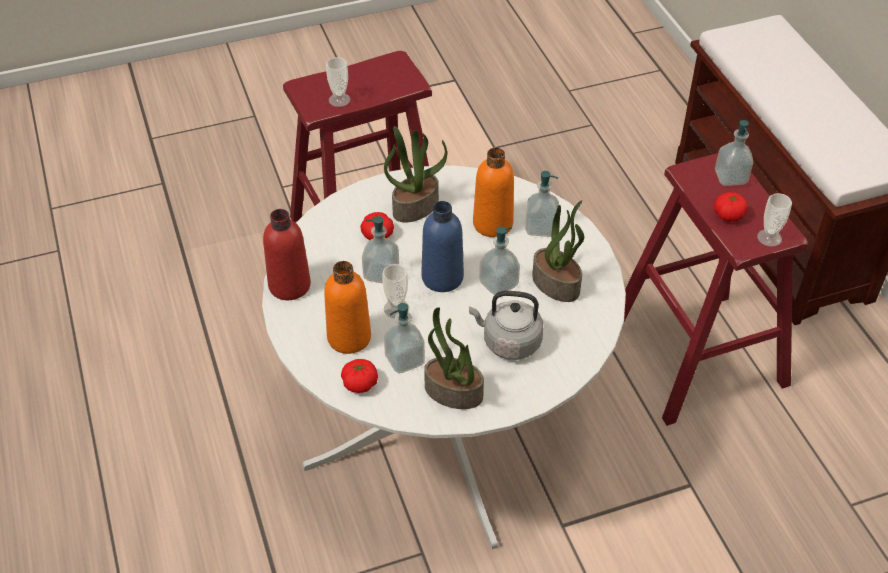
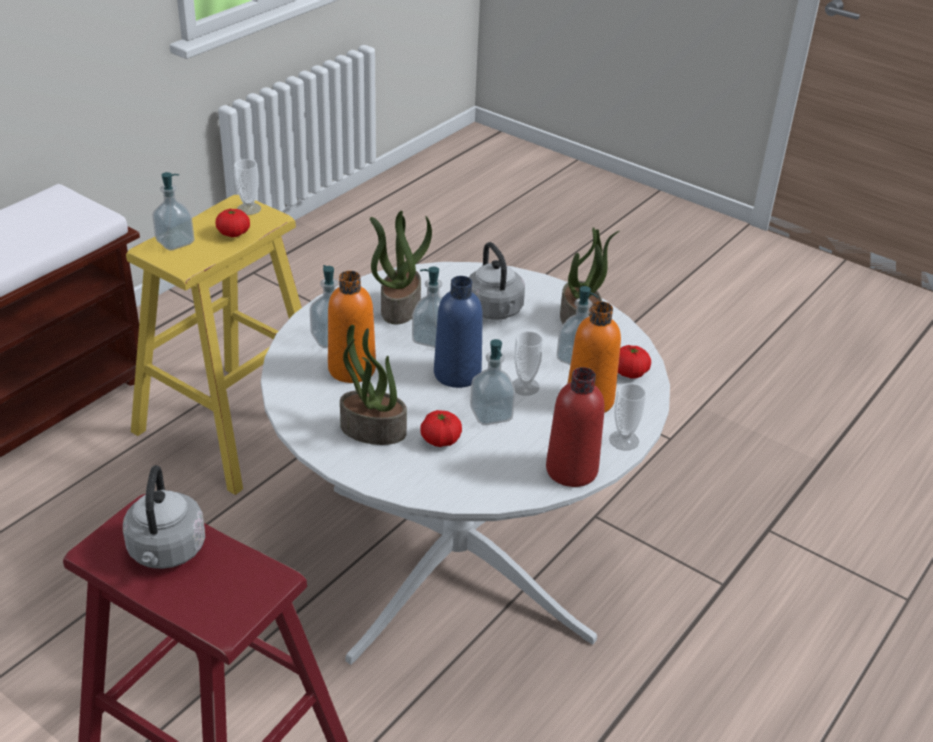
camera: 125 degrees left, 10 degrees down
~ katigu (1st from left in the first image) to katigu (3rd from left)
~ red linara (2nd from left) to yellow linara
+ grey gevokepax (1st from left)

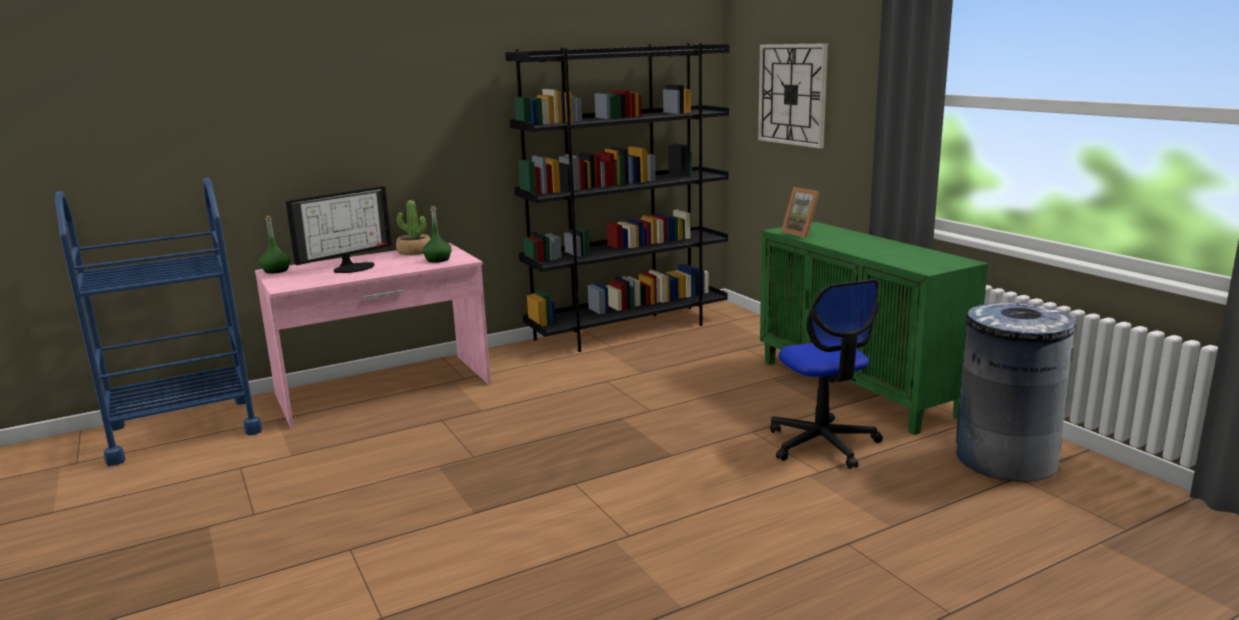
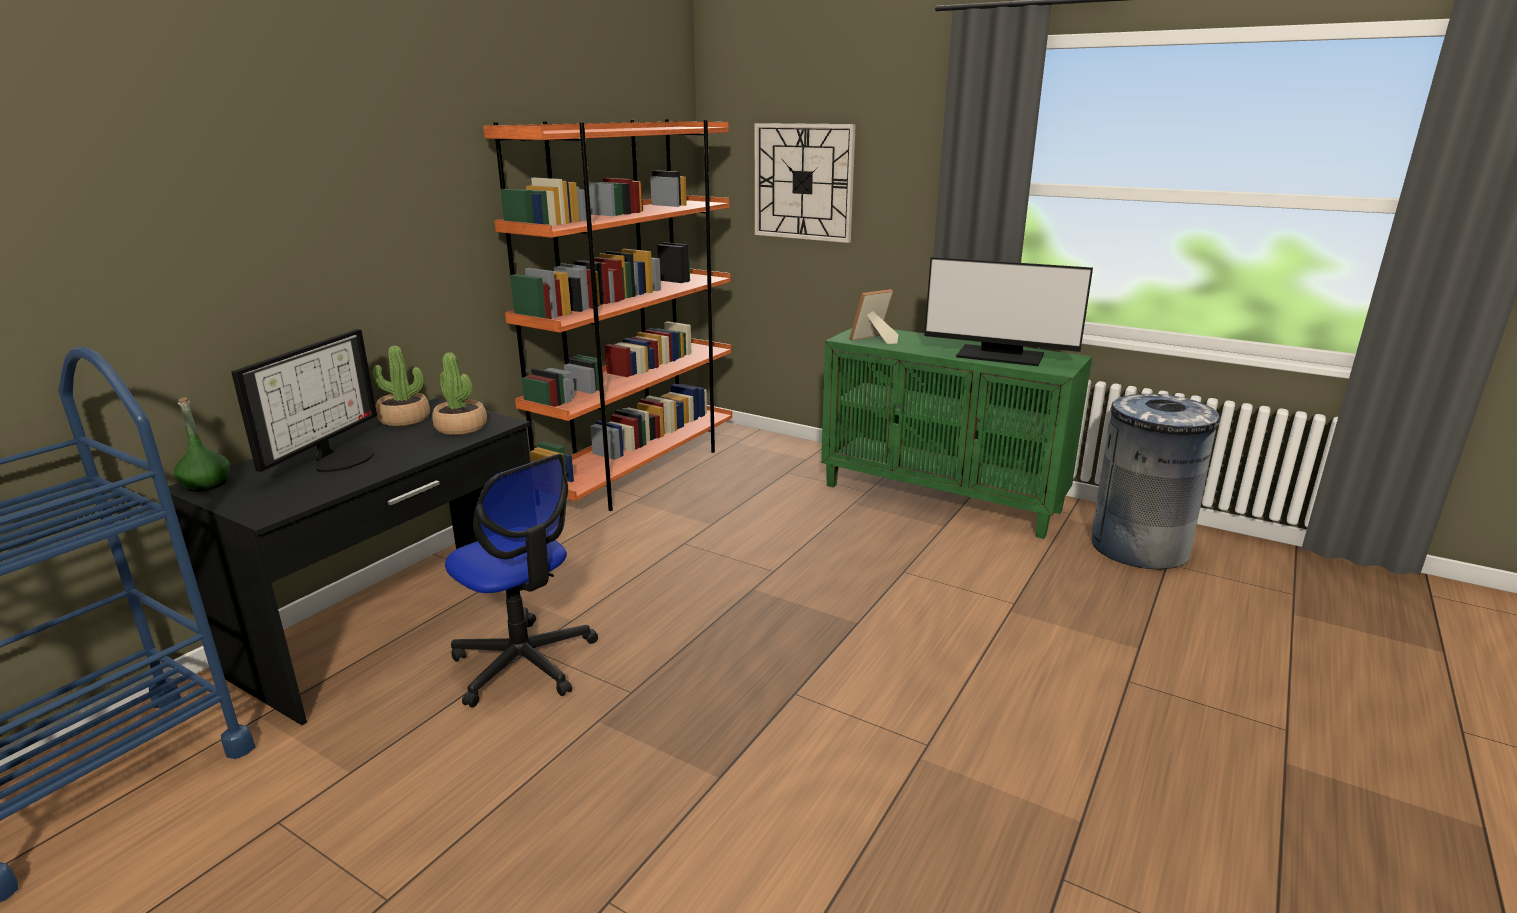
camera: 30 degrees left, 5 degrees up
~ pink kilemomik to black kilemomik
~ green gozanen (2nd from left) to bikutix (2nd from left)
~ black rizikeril to orange rizikeril
~ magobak
~ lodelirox 120 degrees clockwise
+ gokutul (2nd from left)

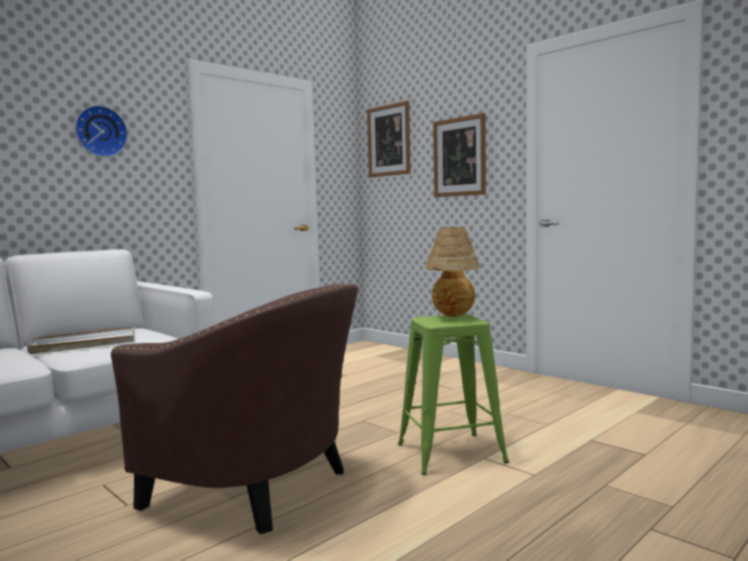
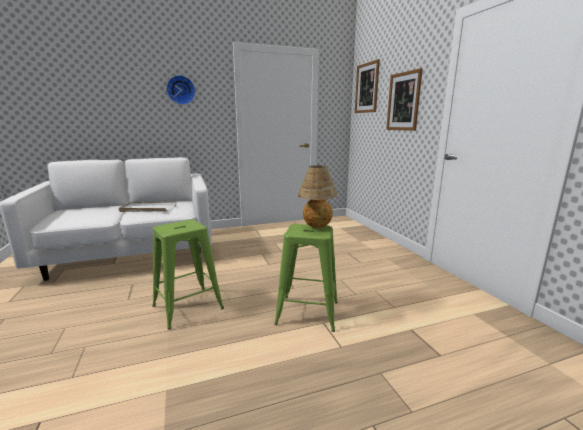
camera: 25 degrees right, 10 degrees up
~ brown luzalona to green linara (1st from left)

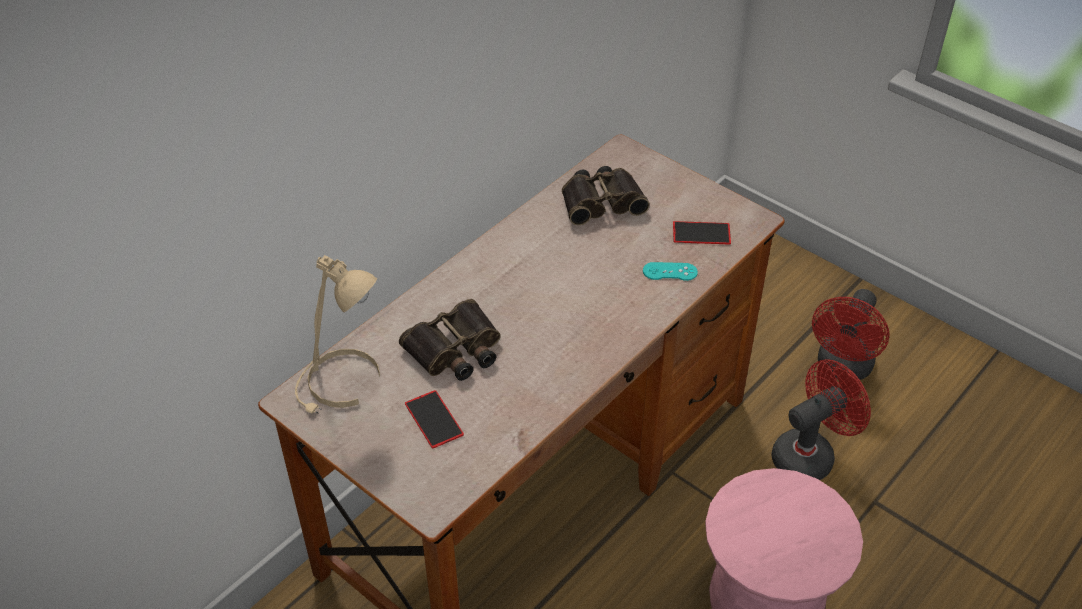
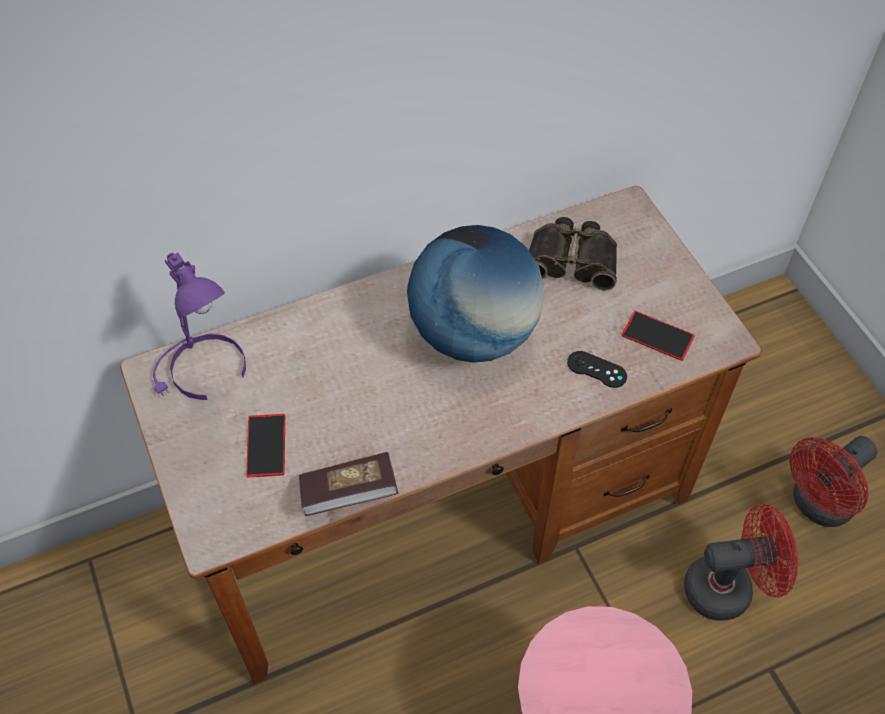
camera: 25 degrees right, 10 degrees up
~ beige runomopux to purple runomopux
- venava (1st from left)
~ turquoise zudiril to black zudiril
+ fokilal
+ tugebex

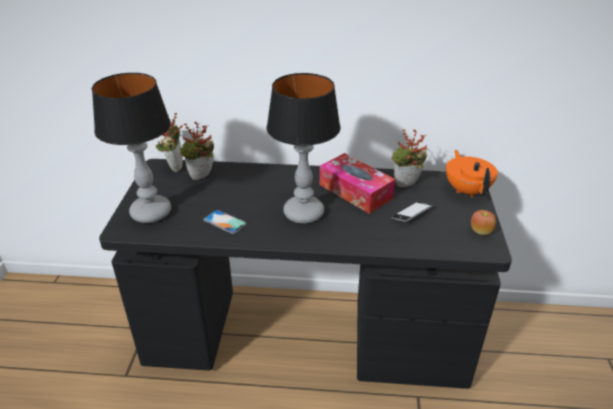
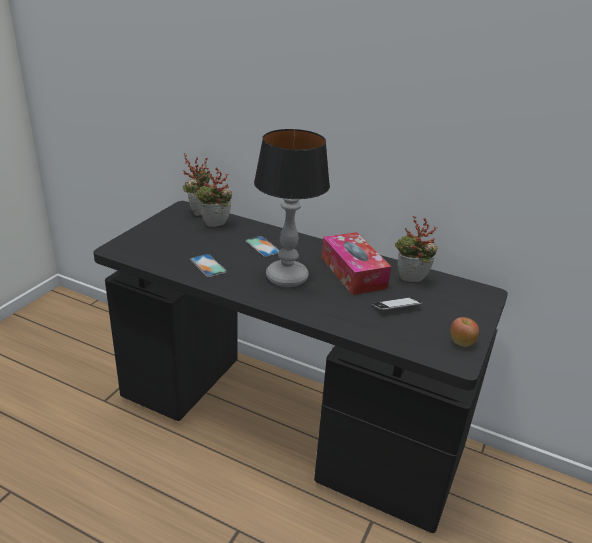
camera: 20 degrees right, 5 degrees down
- runomopux (1st from left)
- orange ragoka
+ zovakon (2nd from left)

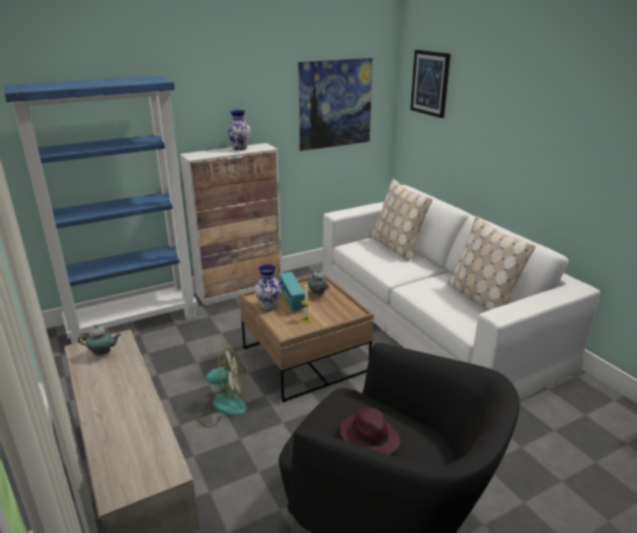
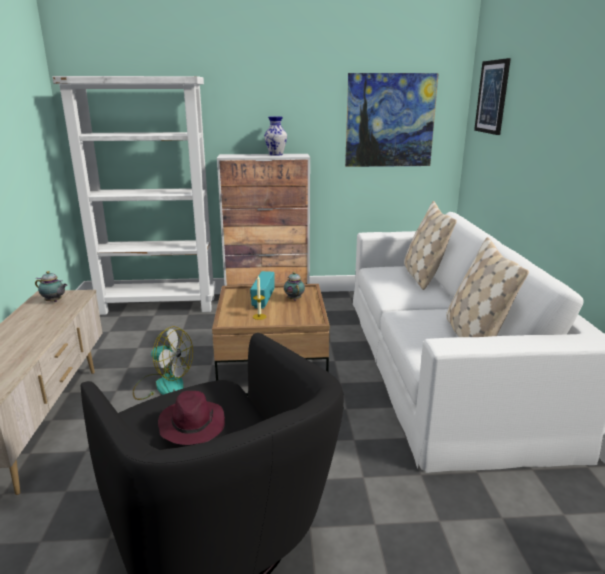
camera: 25 degrees right, 5 degrees down
~ blue rizikeril to white rizikeril
- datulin (2nd from left)

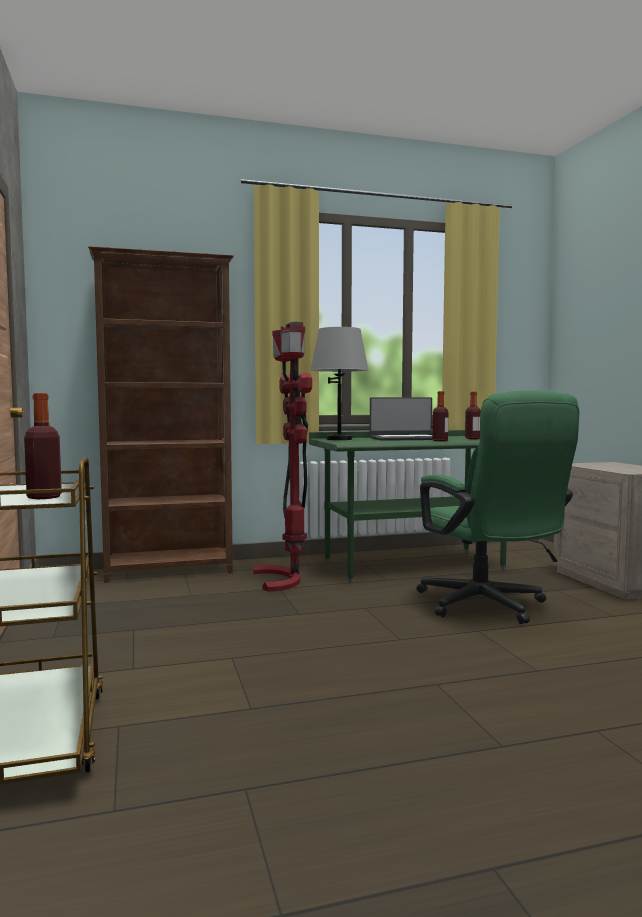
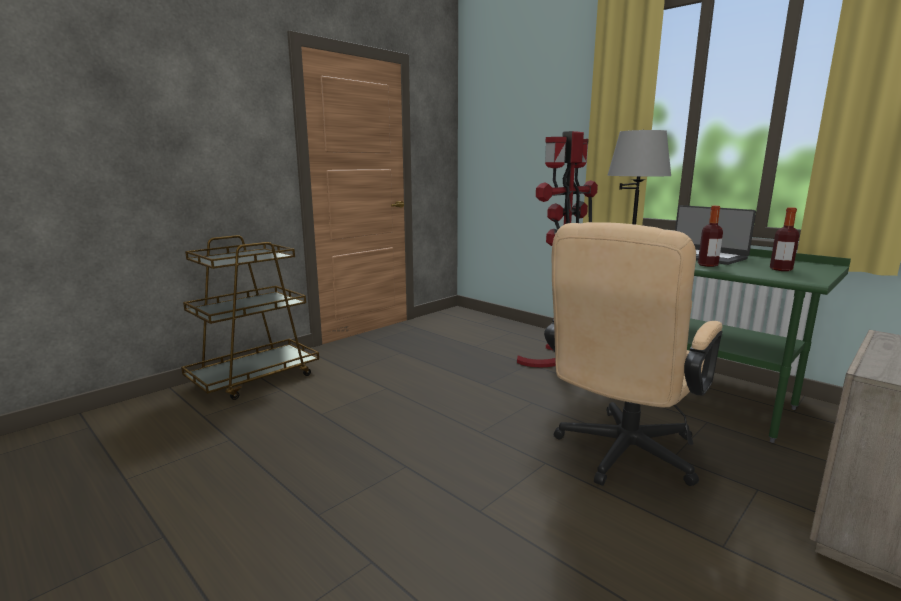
camera: 60 degrees right, 10 degrees up
- gozanen (1st from left)
- brown rizikeril
~ green magobak to beige magobak

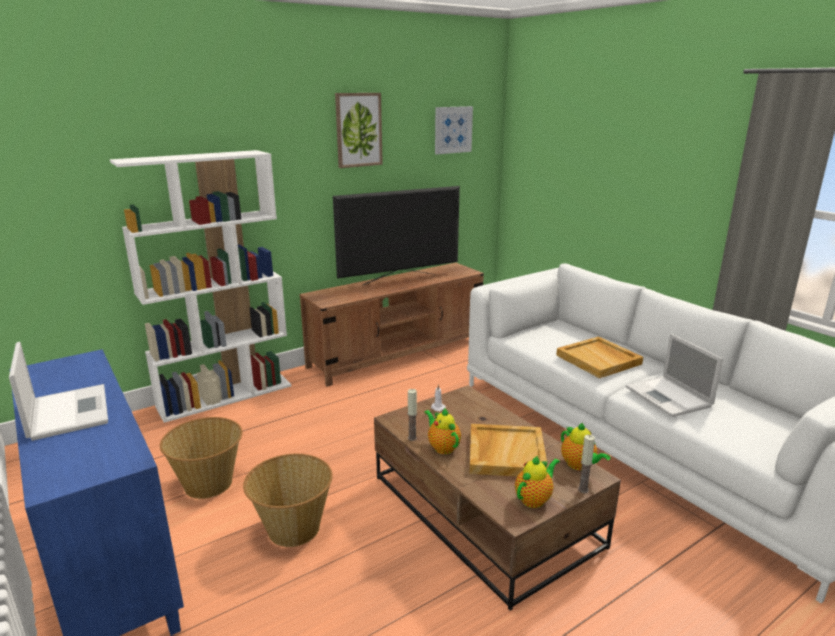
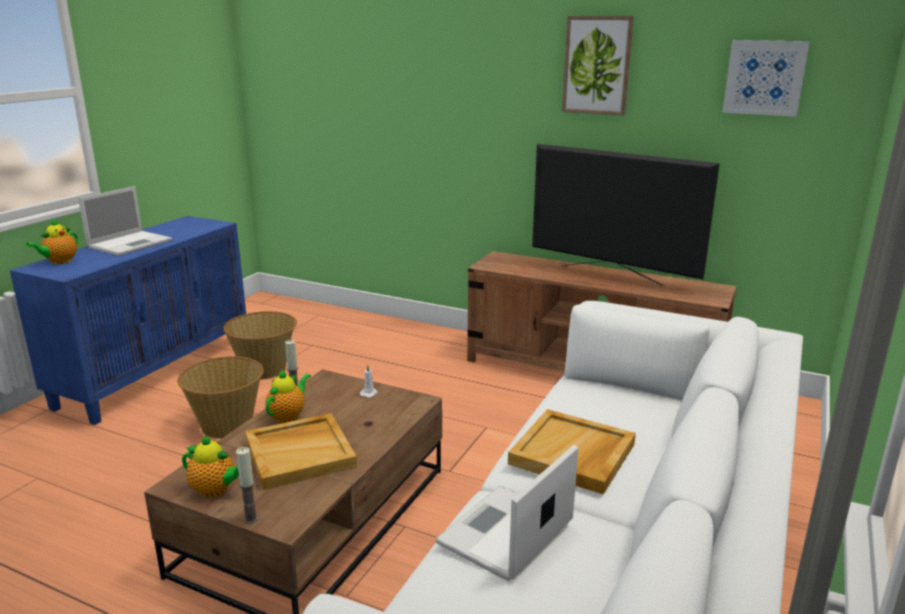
camera: 60 degrees right, 0 degrees up
- white rizikeril
~ ragoka (3rd from left in the first image) to ragoka (1st from left)

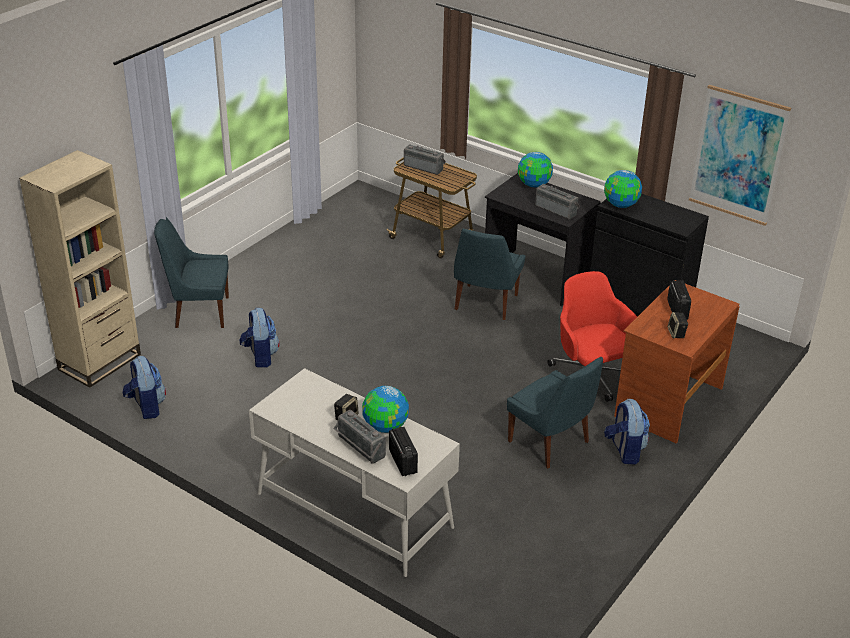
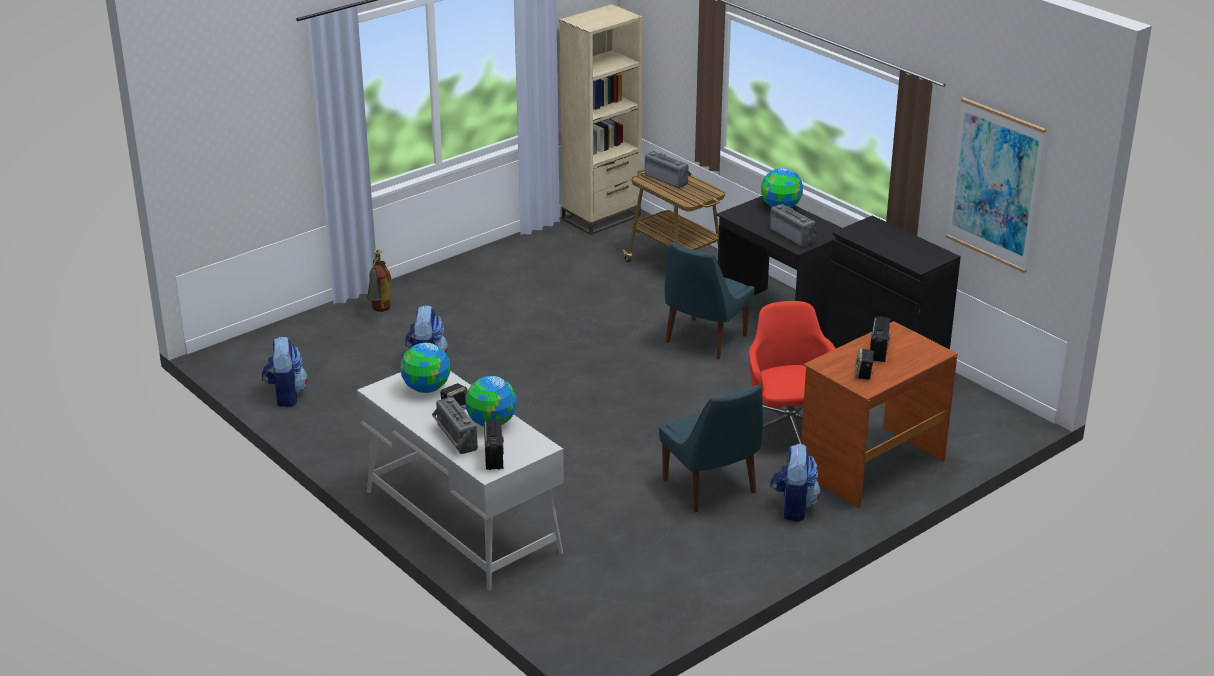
camera: 15 degrees right, 5 degrees down
~ beige rizikeril
~ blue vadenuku (1st from left) to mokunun
~ tugebex (3rd from left in the first image) to tugebex (1st from left)

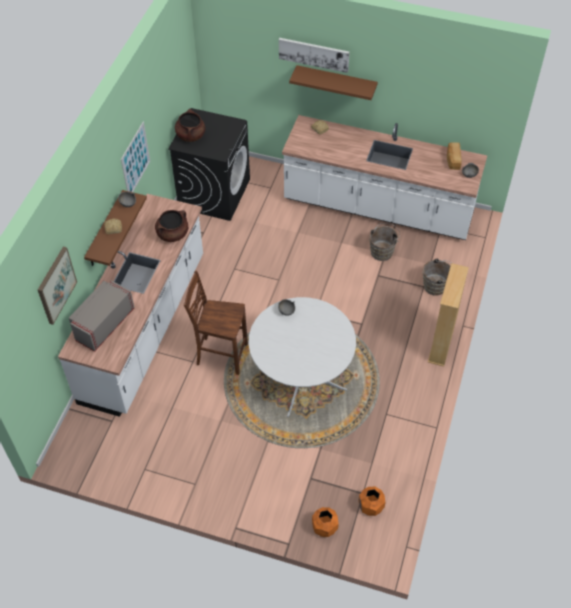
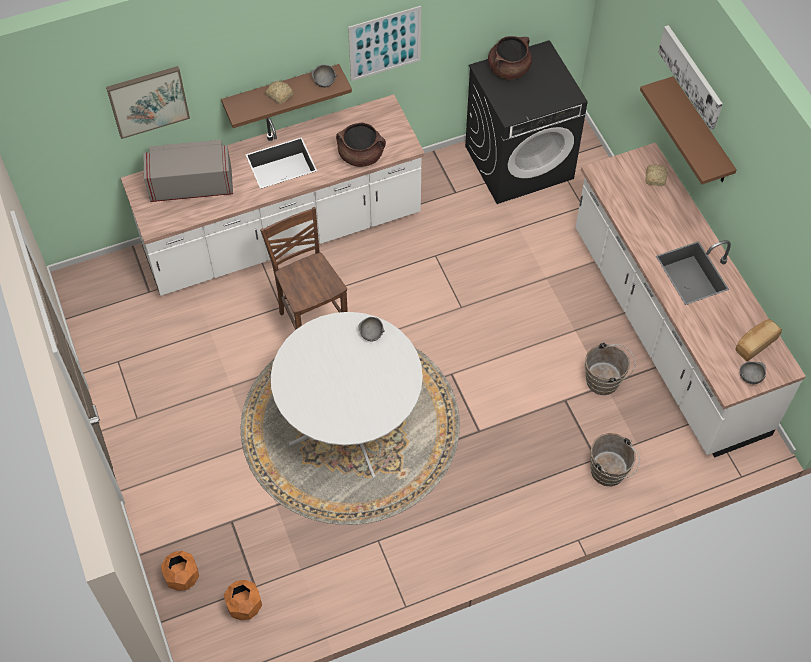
camera: 50 degrees right, 5 degrees up
- beige rizikeril

